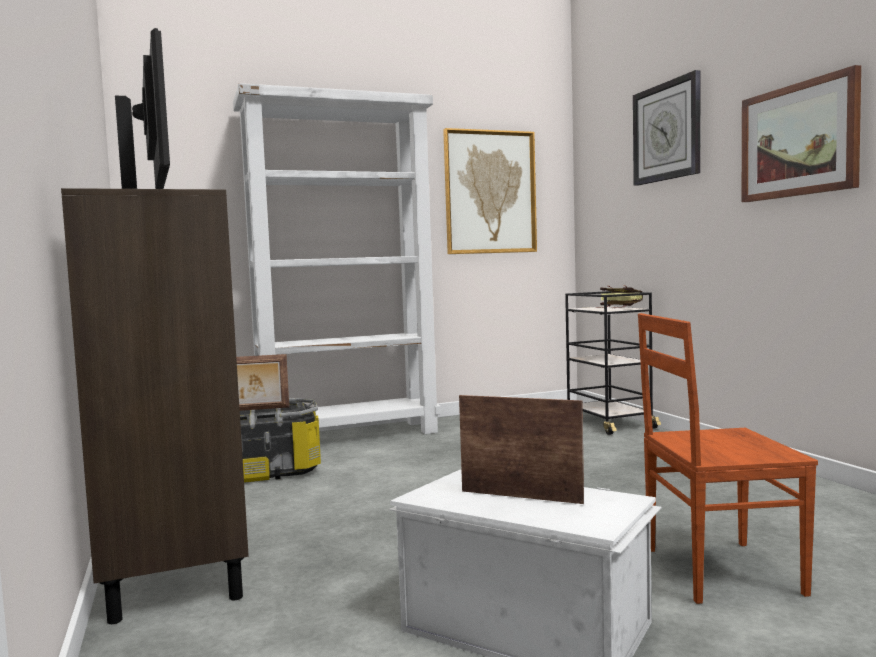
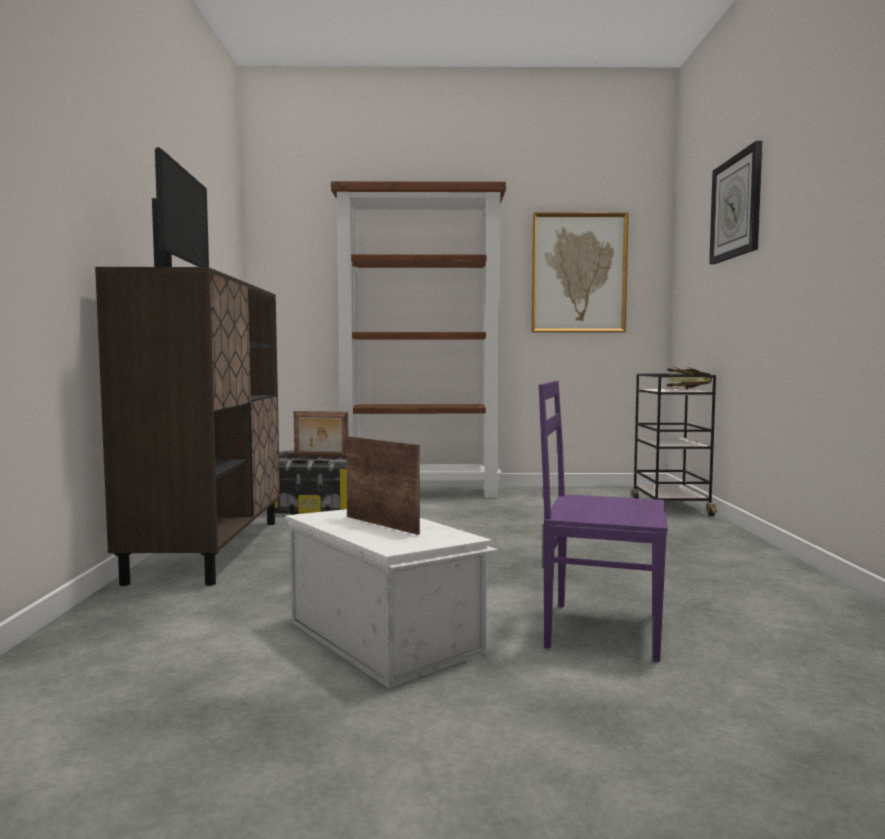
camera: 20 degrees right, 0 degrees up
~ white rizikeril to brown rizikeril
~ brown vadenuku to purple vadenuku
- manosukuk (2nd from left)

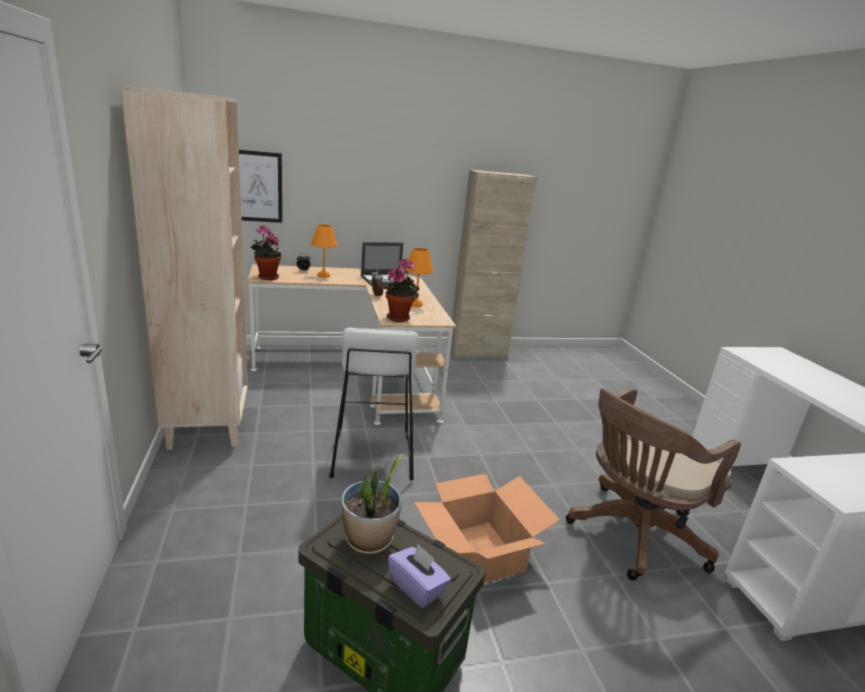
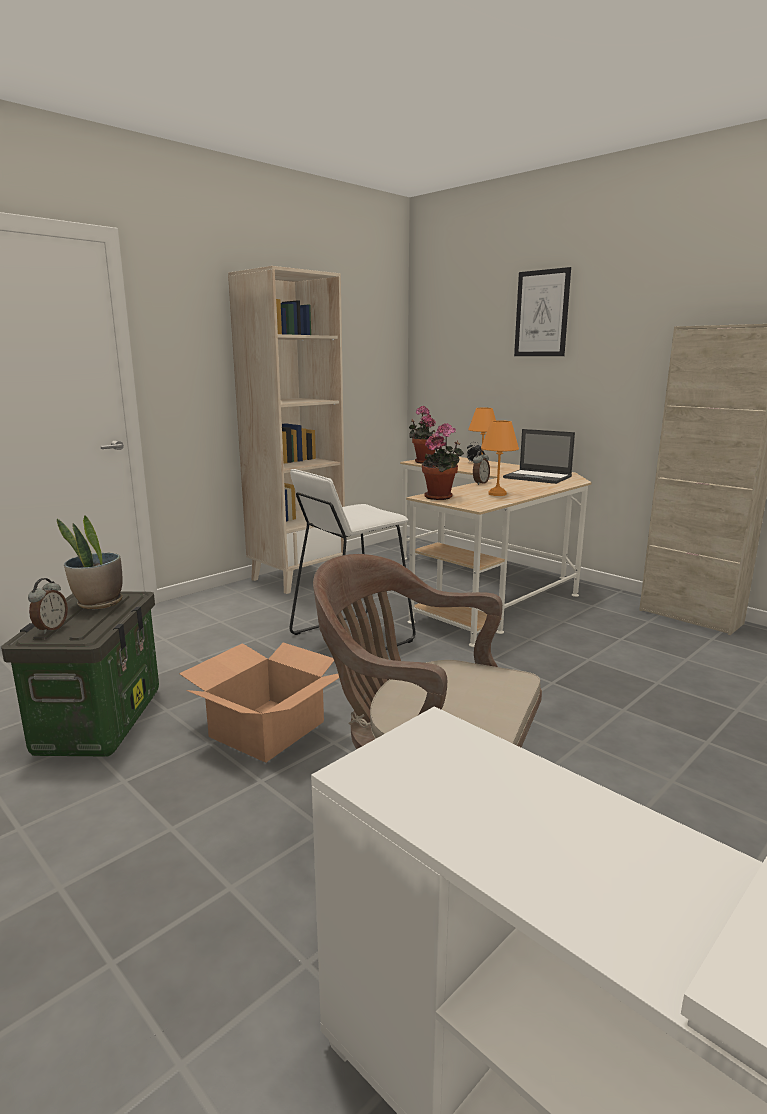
camera: 60 degrees right, 5 degrees down
~ manosukuk
~ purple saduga to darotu (1st from left)

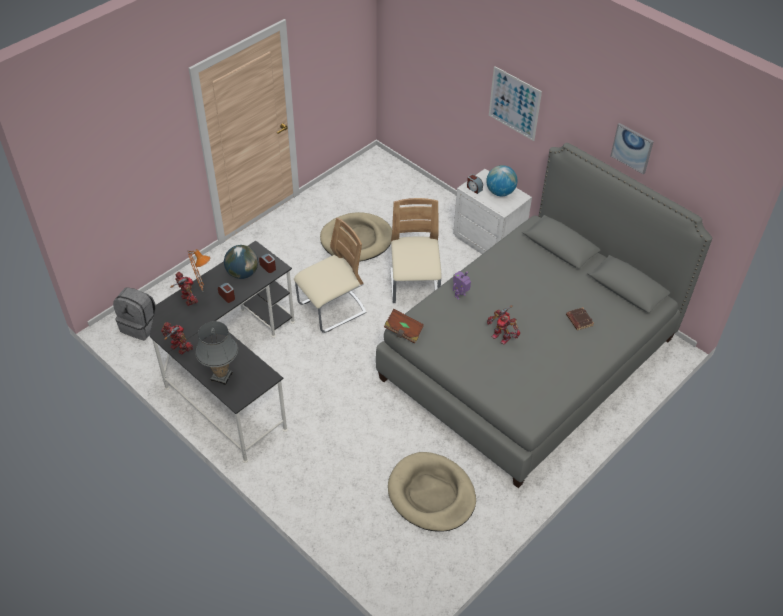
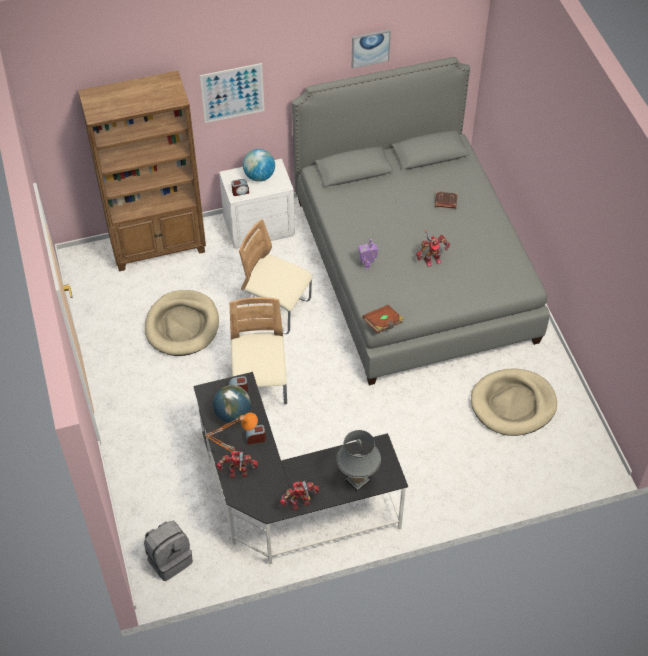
camera: 60 degrees left, 5 degrees up
+ brown rizikeril

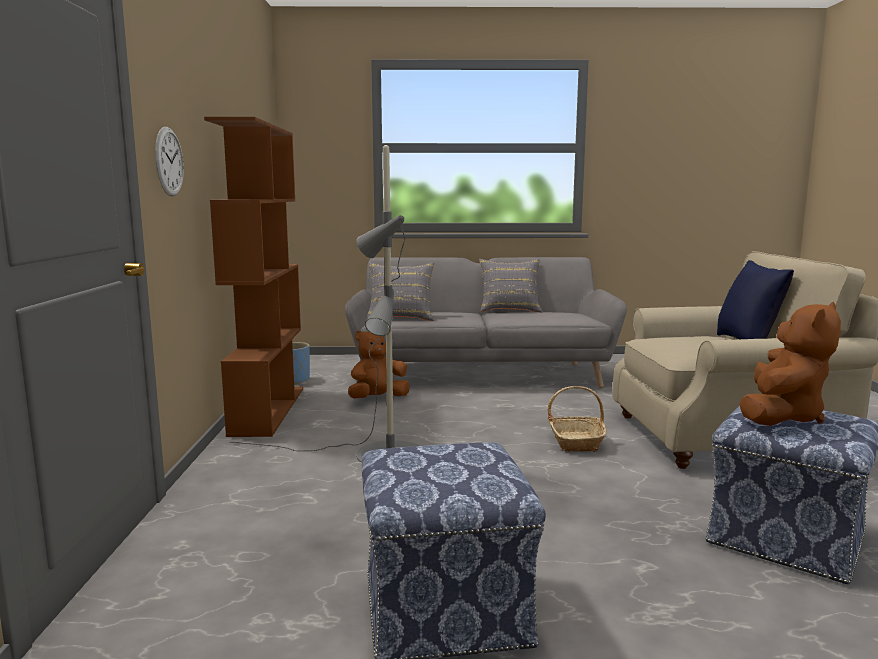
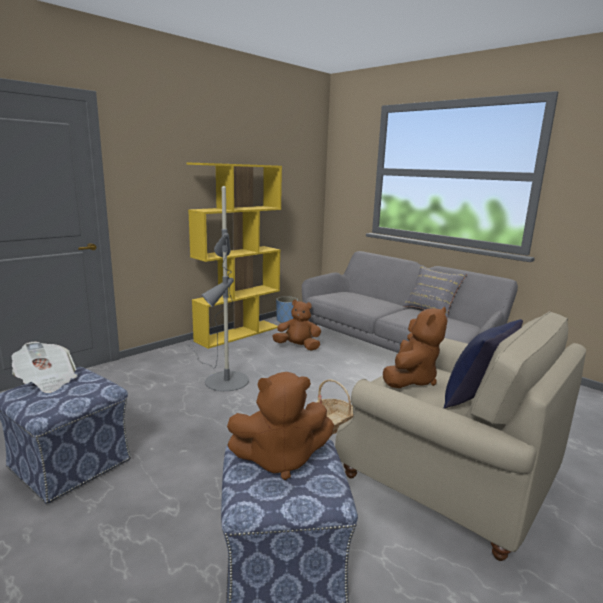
camera: 45 degrees right, 5 degrees up
- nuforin
~ brown rizikeril to yellow rizikeril
- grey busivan (1st from left)
+ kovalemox
+ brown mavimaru (3rd from left)

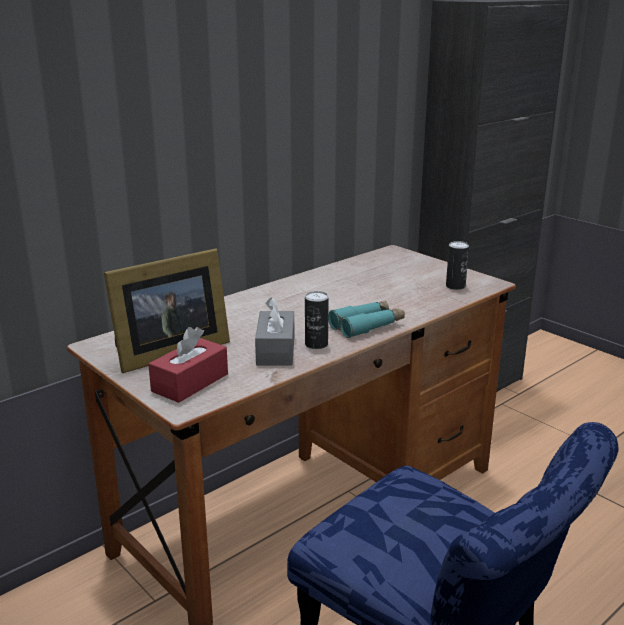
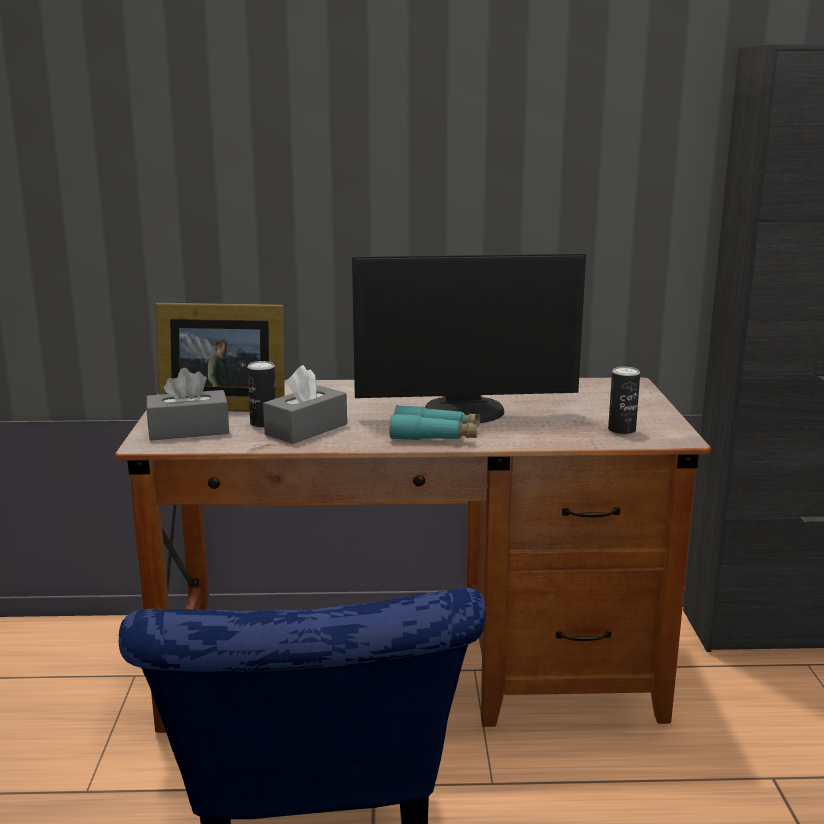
camera: 40 degrees right, 5 degrees down
~ red saduga to grey saduga (1st from left)
~ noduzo (1st from left)
+ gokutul

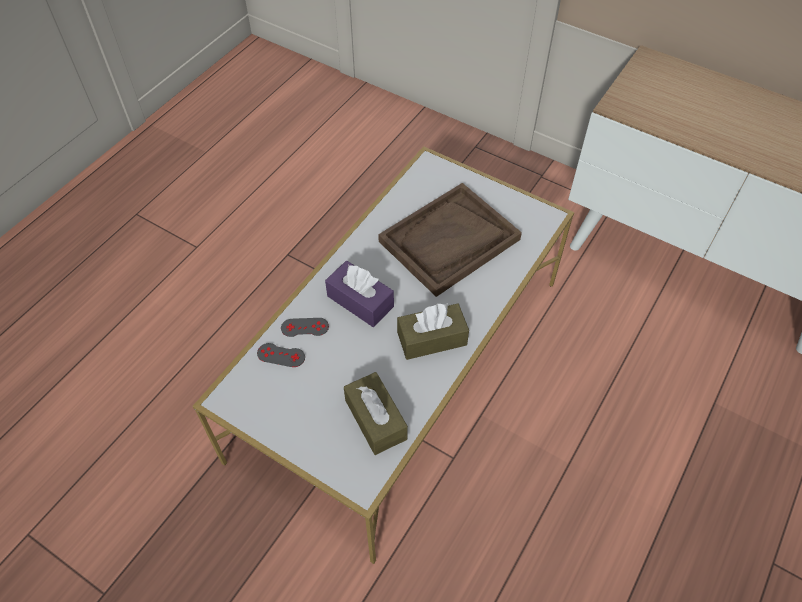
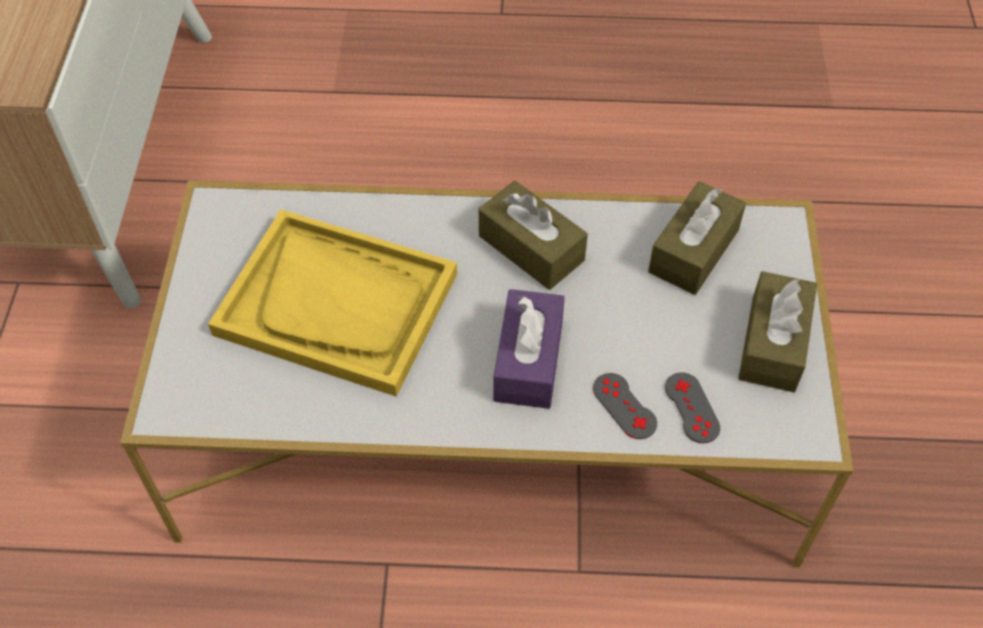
camera: 120 degrees left, 0 degrees up
~ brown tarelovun to yellow tarelovun
+ brown saduga (3rd from left)

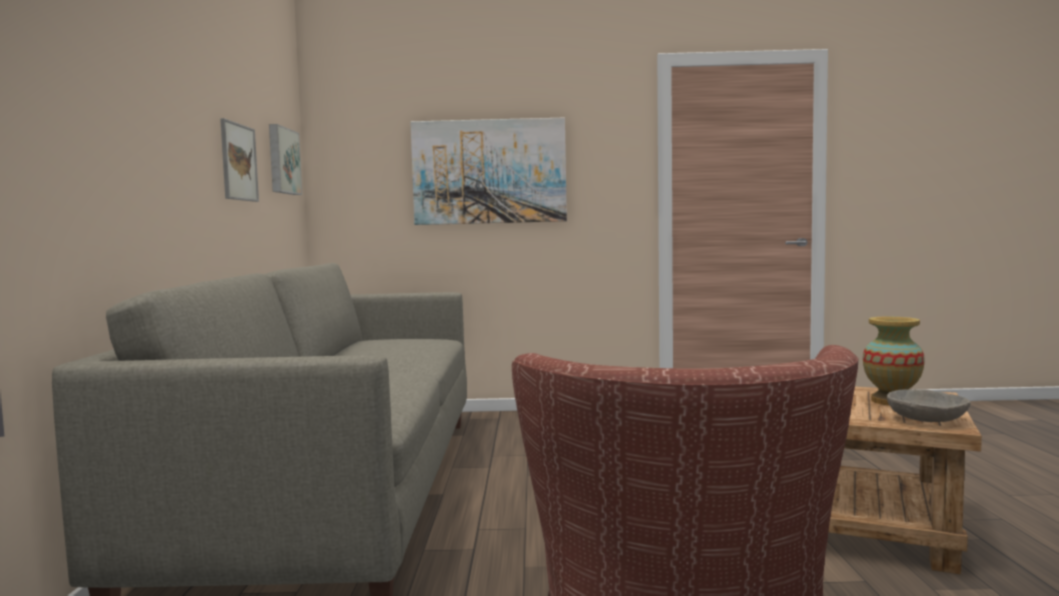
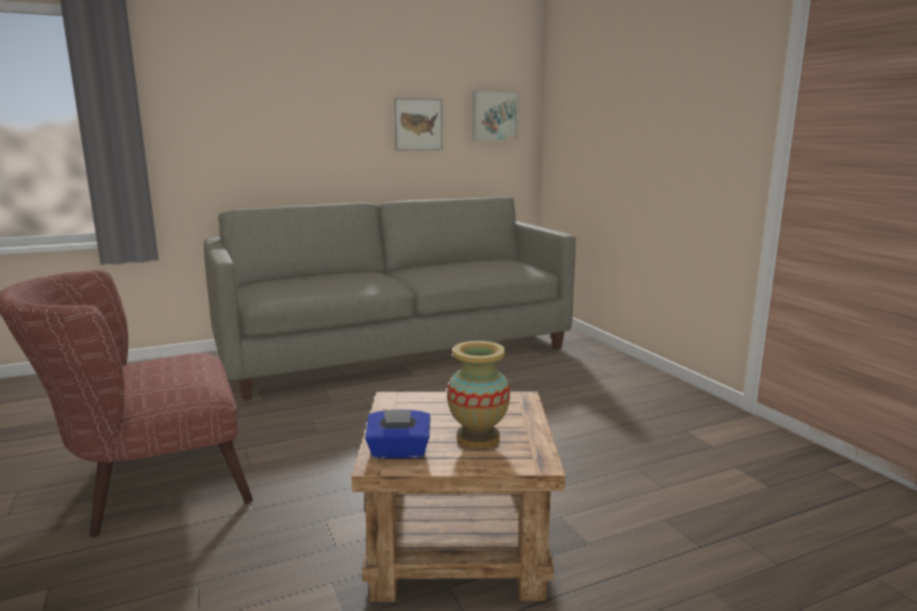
camera: 65 degrees right, 10 degrees up
- manosukuk (3rd from left)
~ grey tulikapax to blue saduga

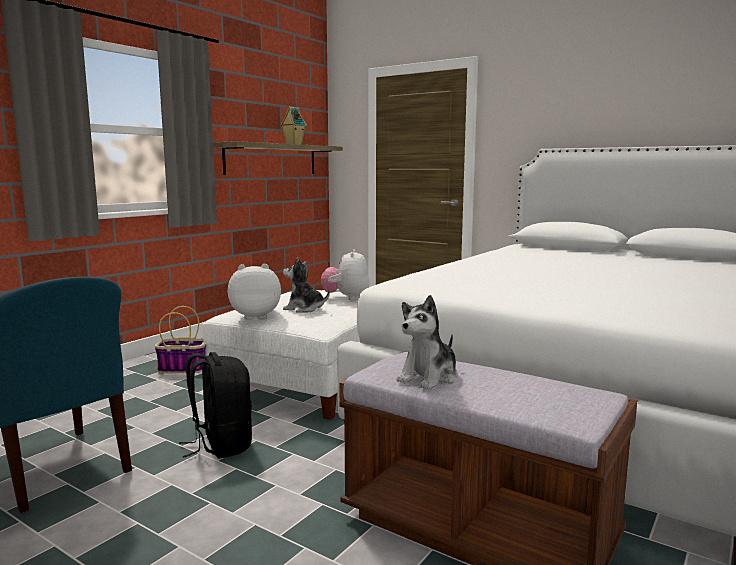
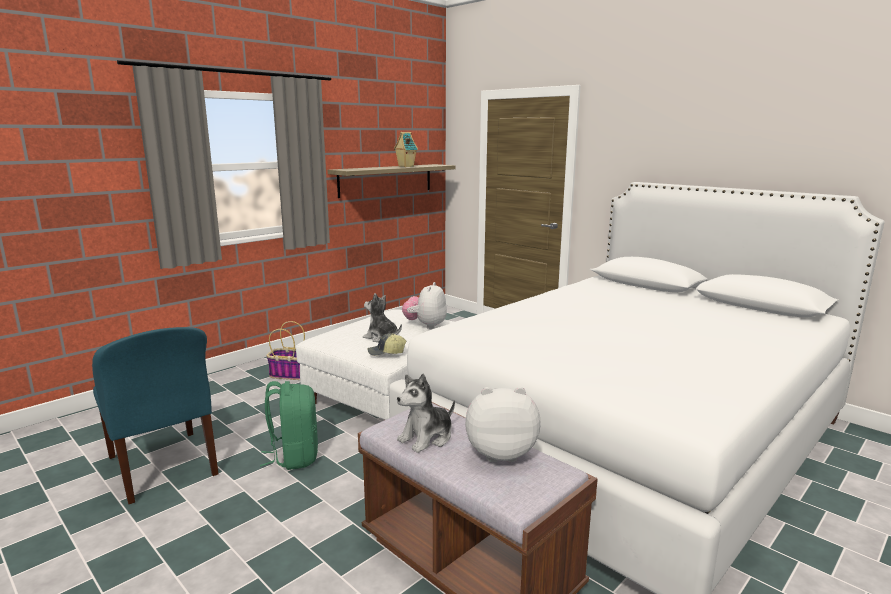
camera: 10 degrees right, 5 degrees up
~ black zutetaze to green zutetaze
~ mavimaru (1st from left in the first image) to mavimaru (4th from left)
+ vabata

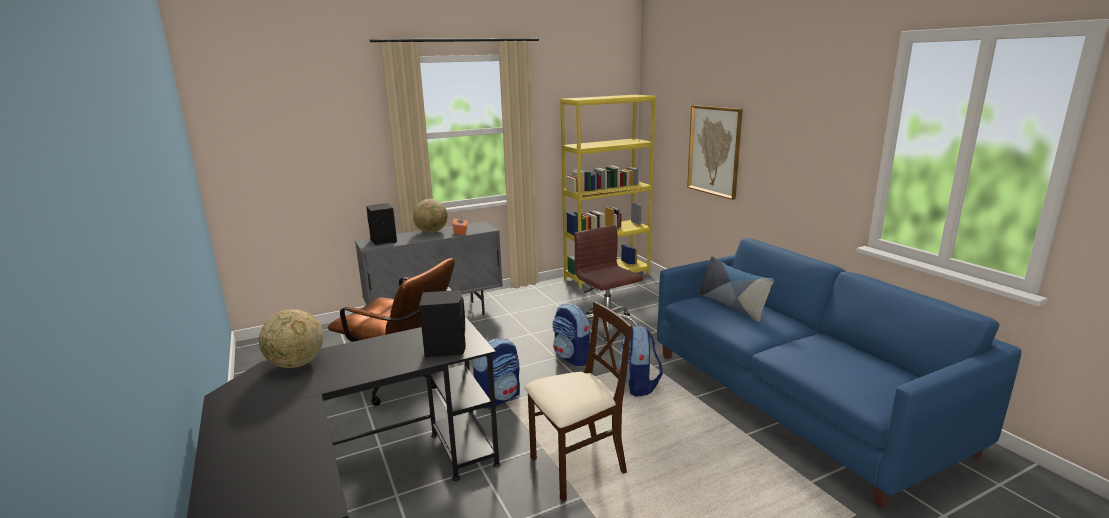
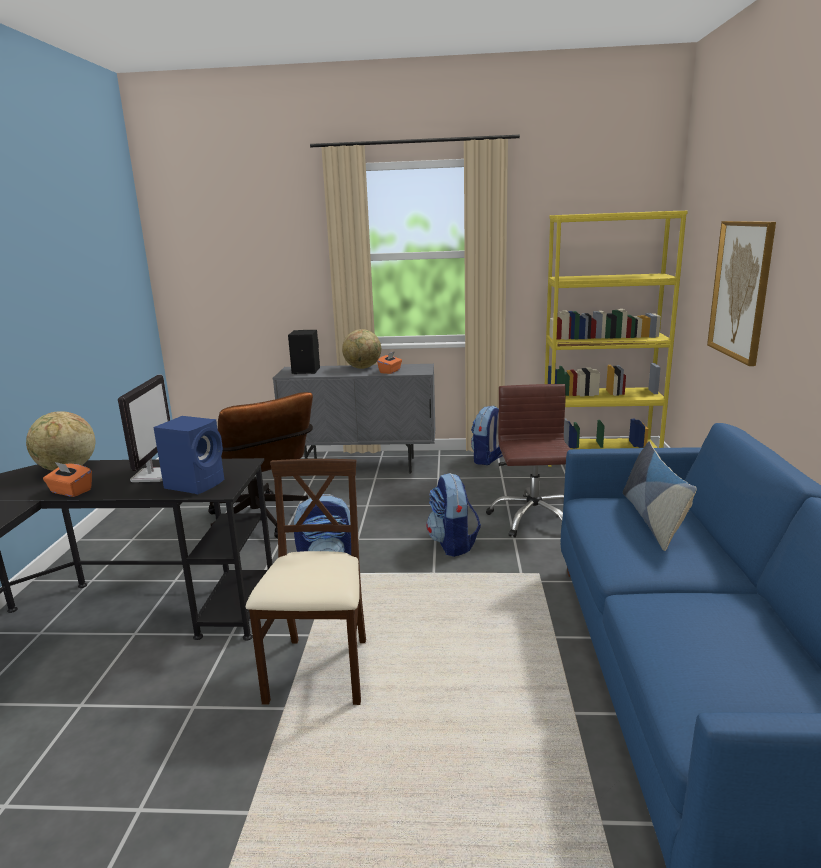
camera: 30 degrees right, 0 degrees up
~ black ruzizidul (2nd from left) to blue ruzizidul
~ beige vadenuku 90 degrees counterclockwise
~ zutetaze (3rd from left)
+ orange saduga (1st from left)
+ gokutul

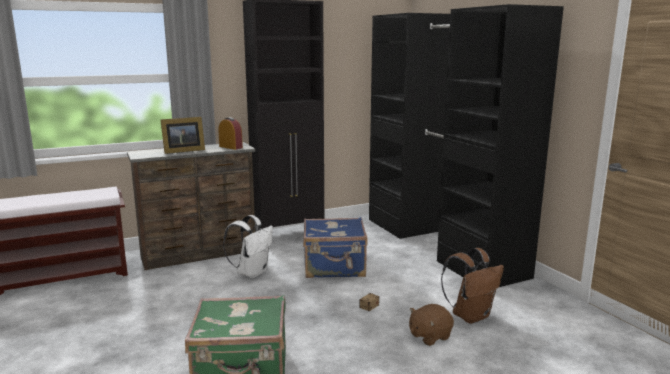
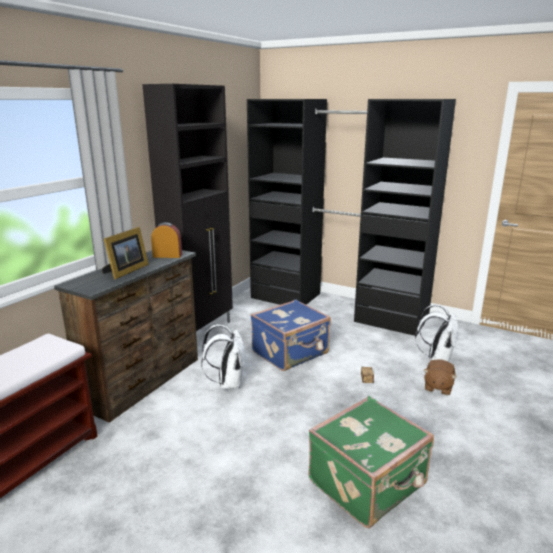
camera: 35 degrees left, 5 degrees up
~ brown zutetaze to white zutetaze (2nd from left)

